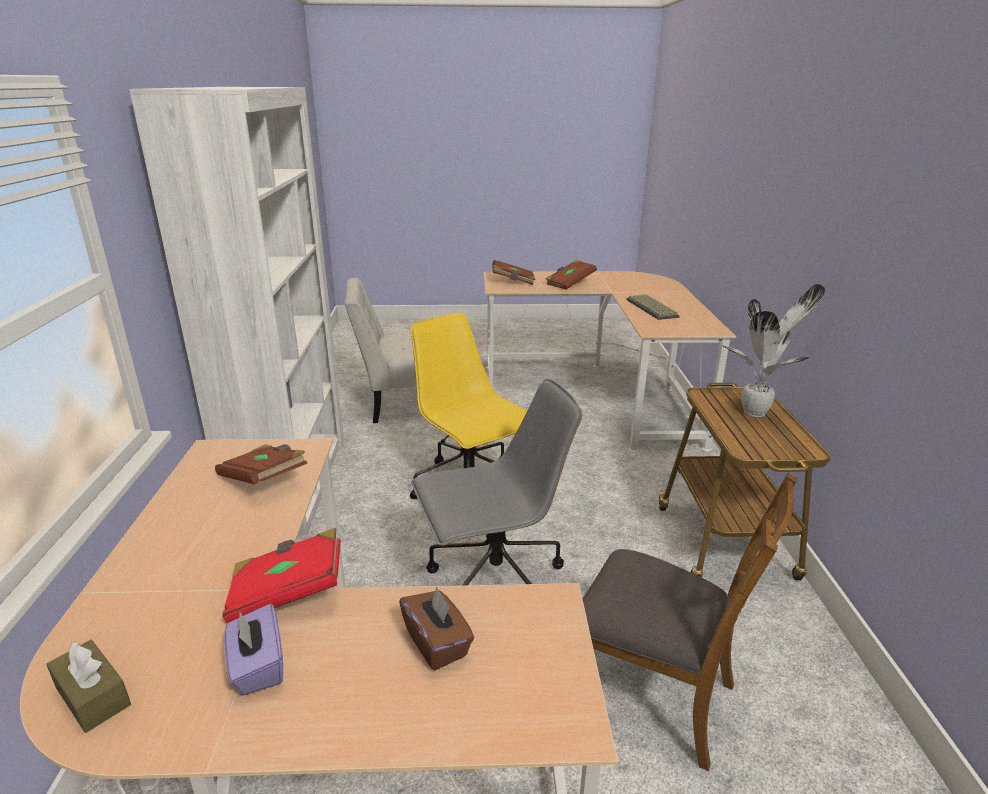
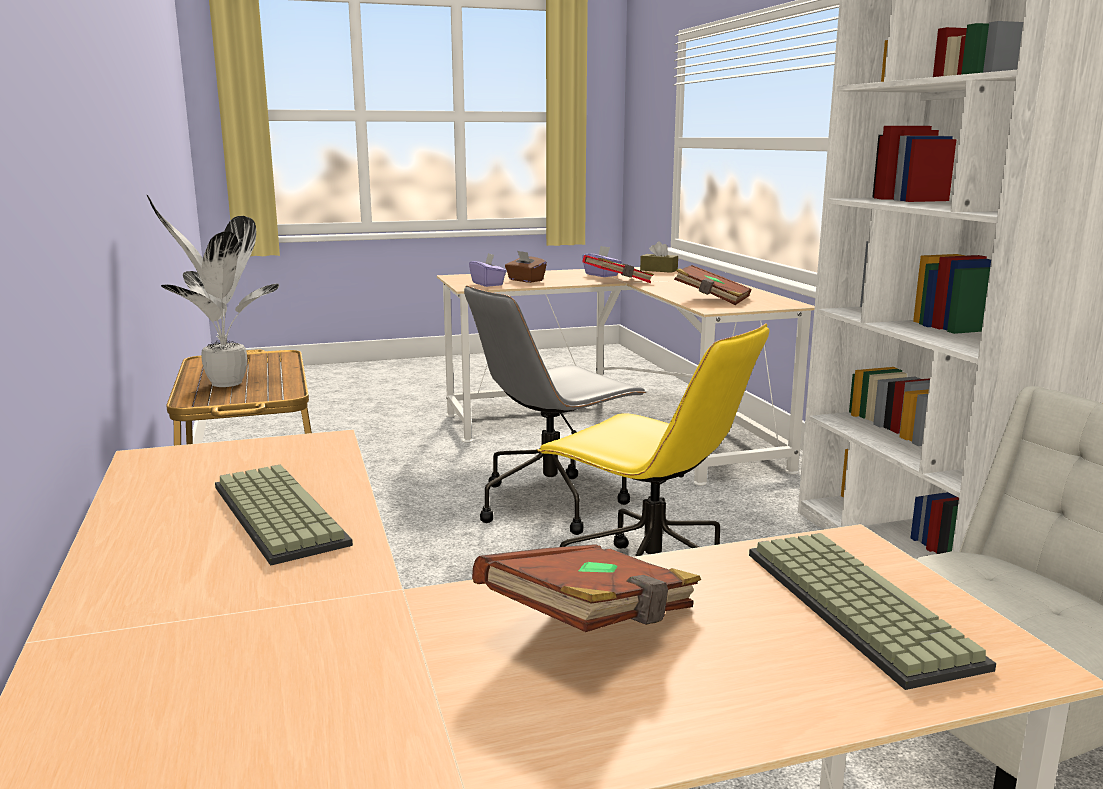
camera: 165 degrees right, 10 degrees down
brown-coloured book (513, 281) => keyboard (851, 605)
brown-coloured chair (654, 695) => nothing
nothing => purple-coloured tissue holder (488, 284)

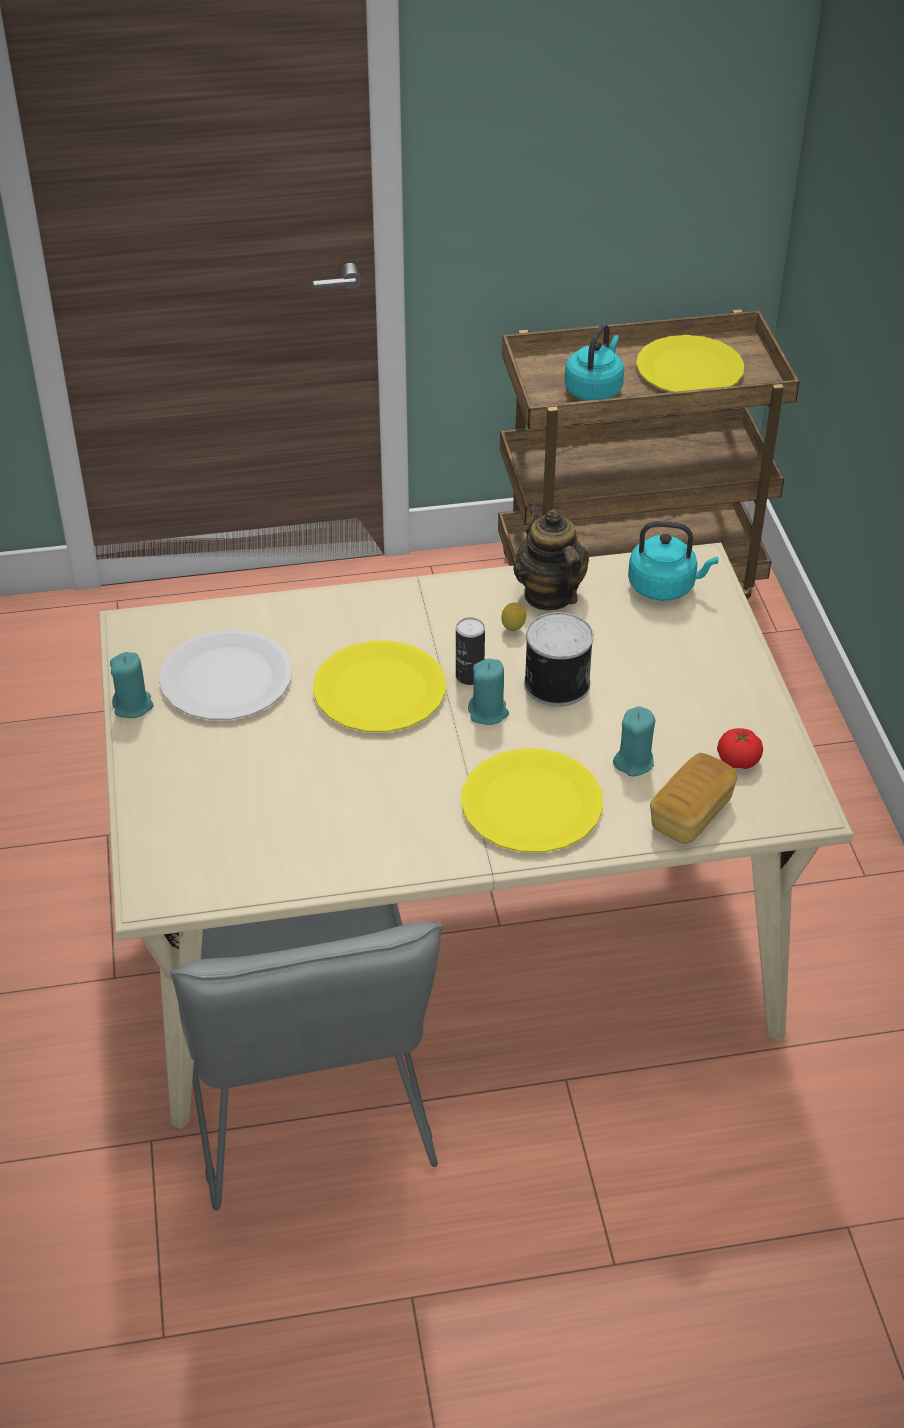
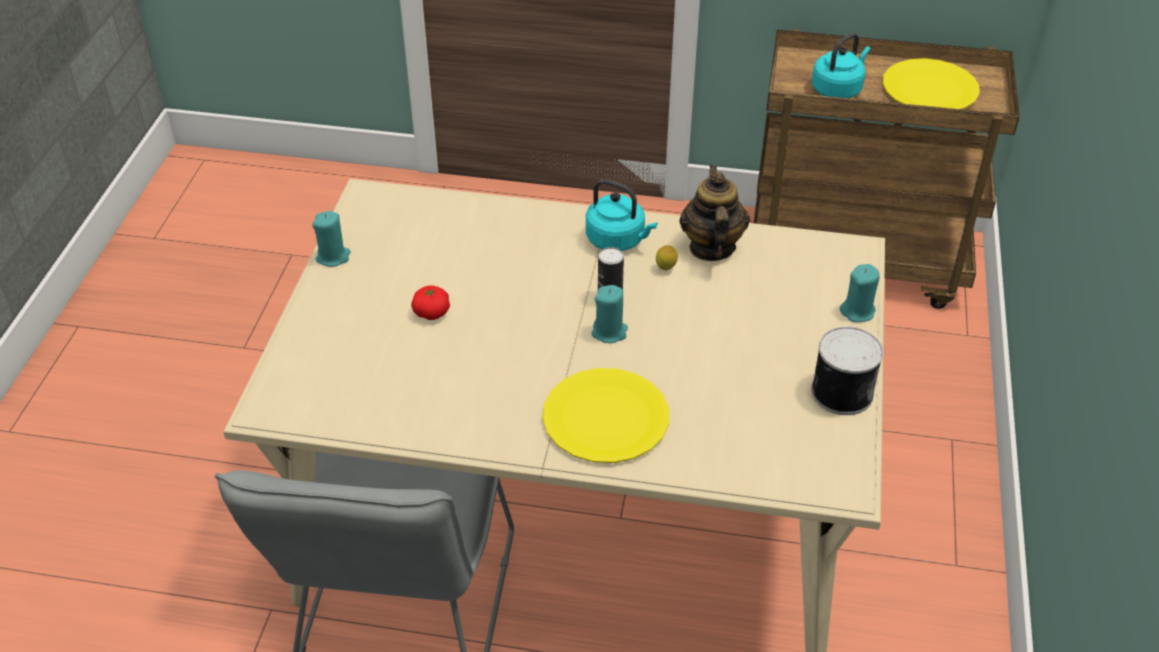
camera: 20 degrees right, 0 degrees up
whitish dinner plate (226, 678) => nothing
yellowish dinner plate (380, 690) => nothing
can (555, 683) => can (840, 391), shifted
turquoise-coloured candle (634, 762) => turquoise-coloured candle (857, 311), shifted
turquoise-coloured water kettle (665, 587) => turquoise-coloured water kettle (618, 240), shifted
bakery bread (691, 814) => nothing
tomato (738, 760) => tomato (431, 313), shifted

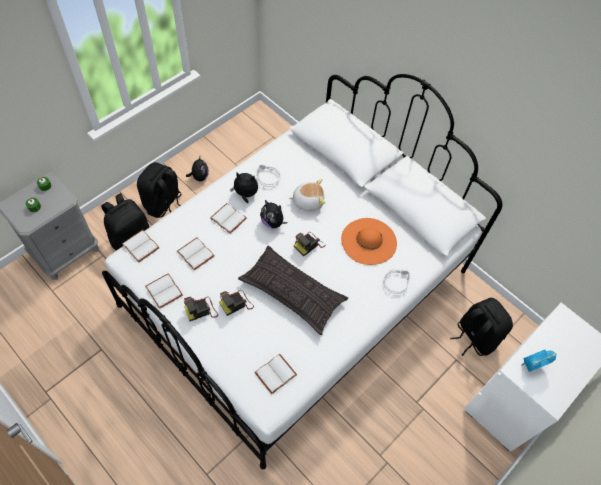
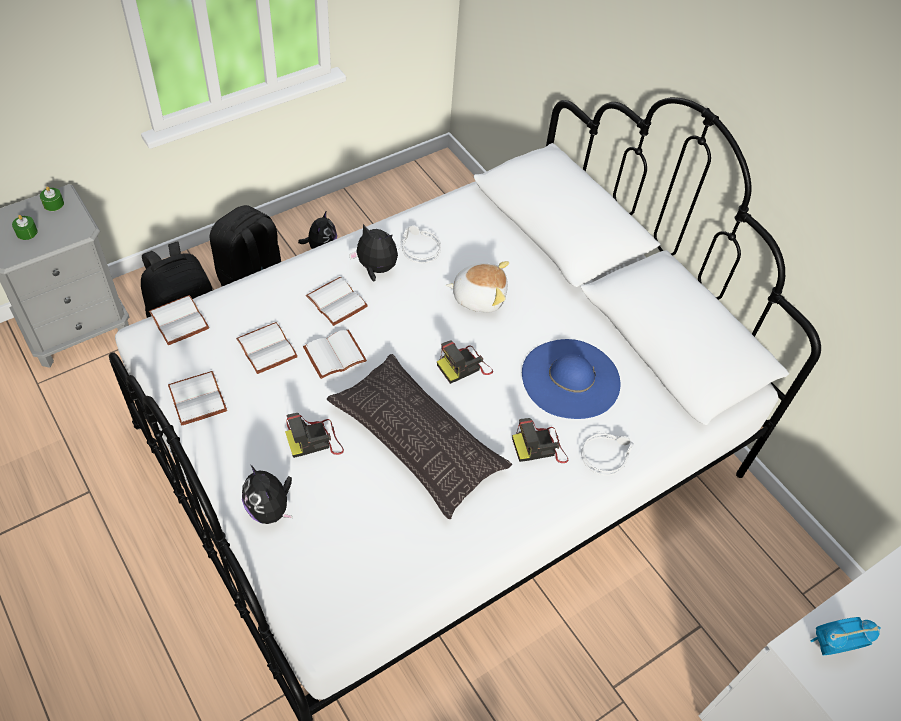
camera: 10 degrees right, 5 degrees down
photo camera (201, 310) => photo camera (540, 447), shifted
whitish book (275, 375) => whitish book (334, 356), shifted
plush toy (273, 222) => plush toy (270, 509), shifted
orange-coloured clothing hat (368, 241) => bluish clothing hat (570, 378)
blackish backpack (474, 337) => nothing

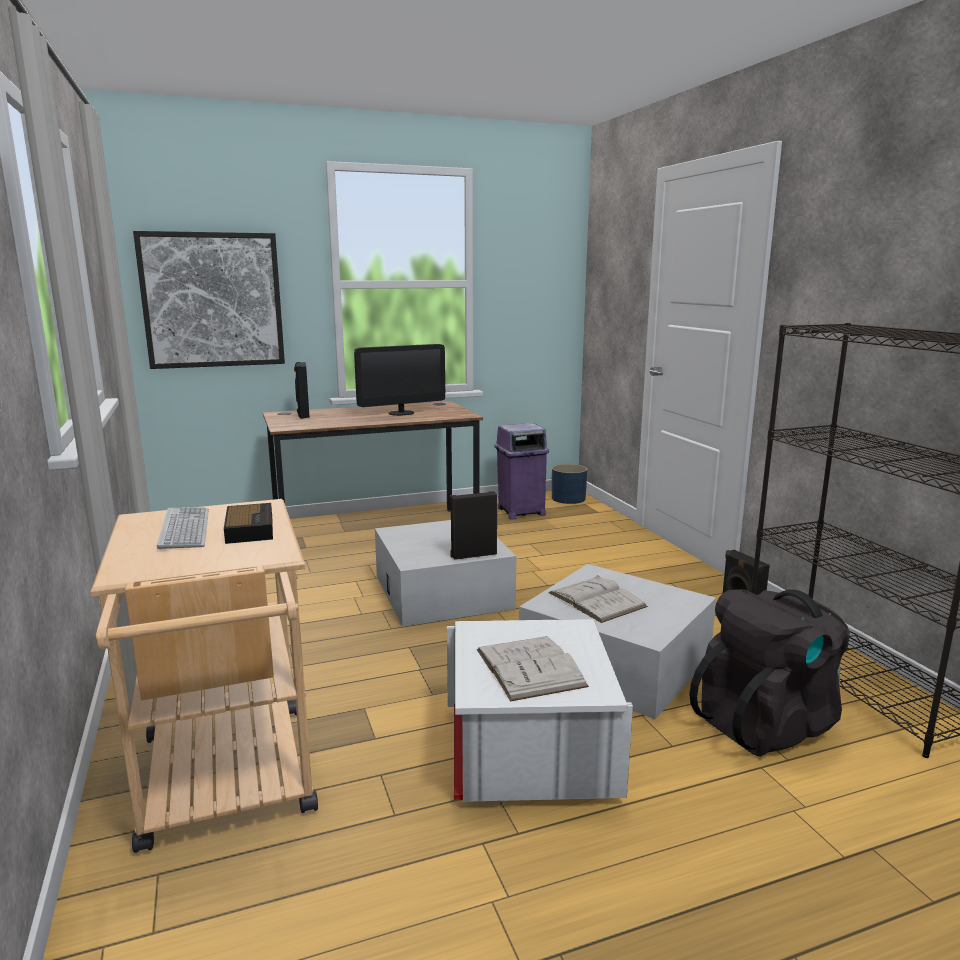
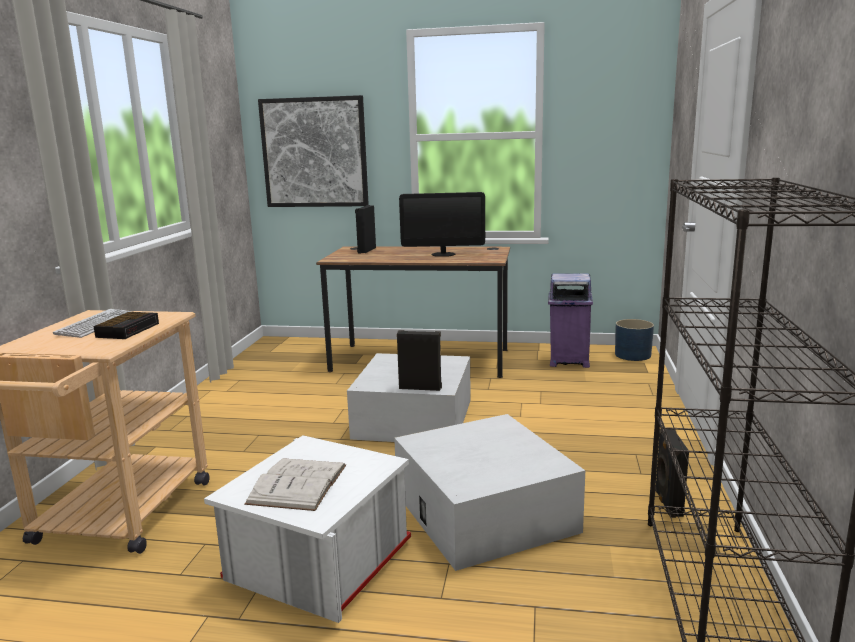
camera: 30 degrees right, 0 degrees up
whitish book (596, 600) => nothing
blackish backpack (767, 723) => nothing

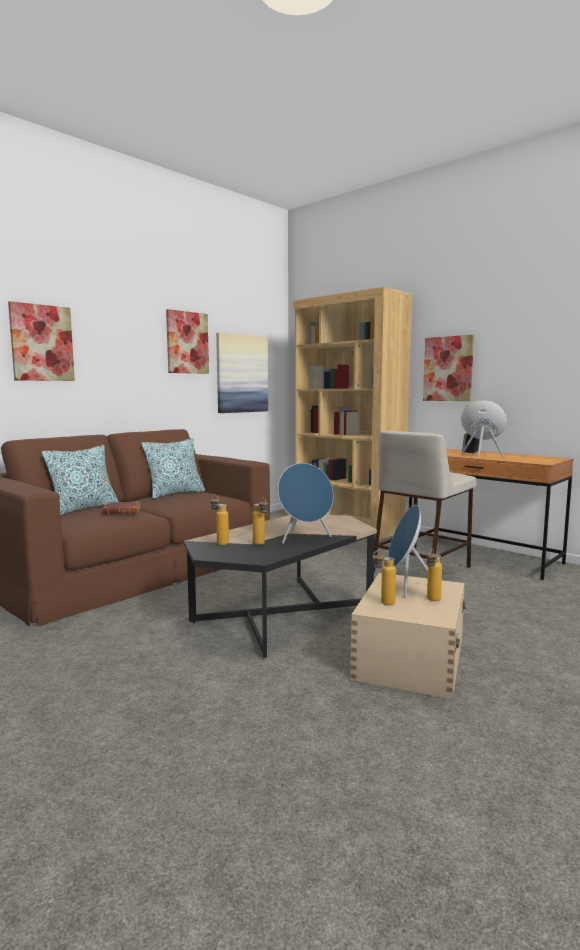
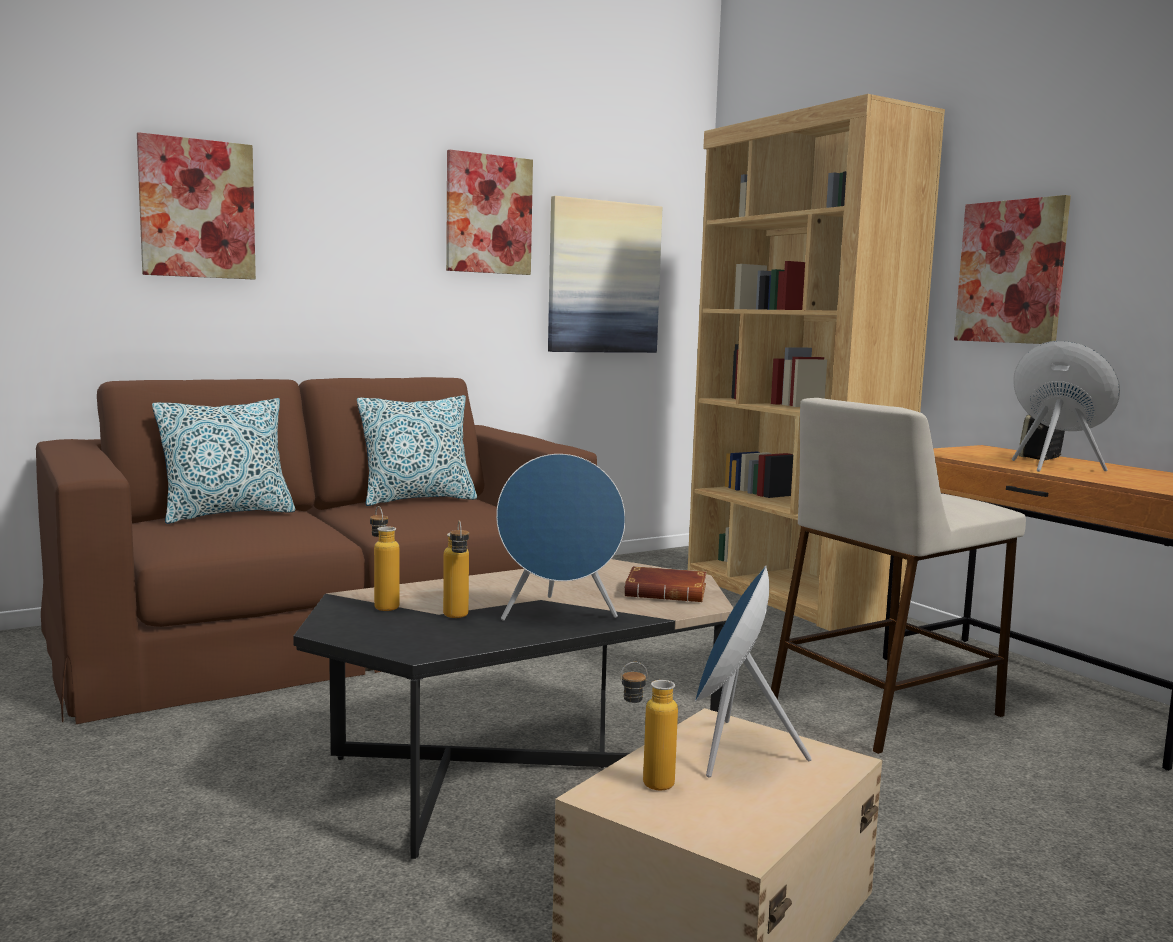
camera: 15 degrees right, 0 degrees up
brown-coloured book (123, 511) => brown-coloured book (668, 593), shifted
drink bottle (431, 601) => nothing

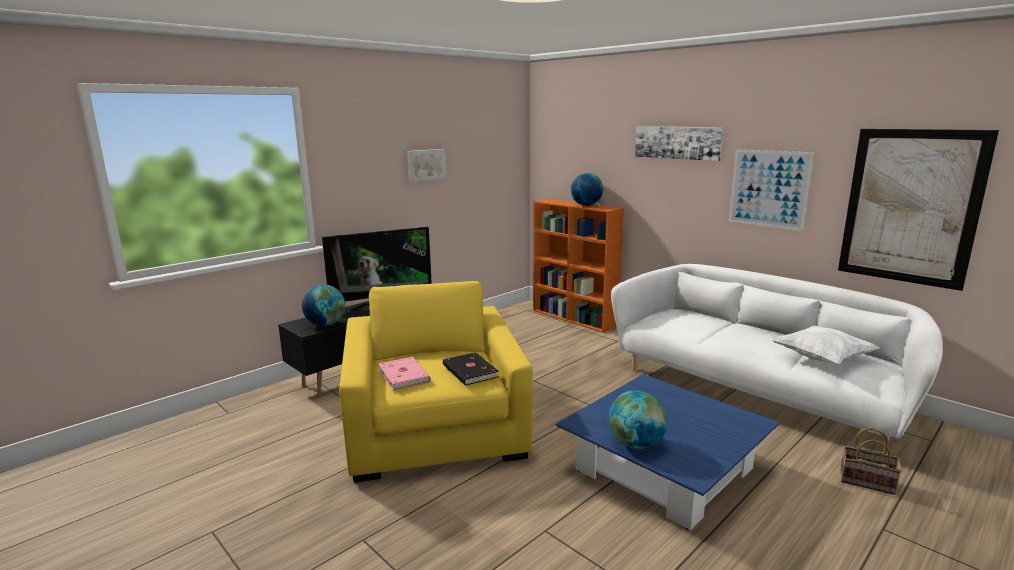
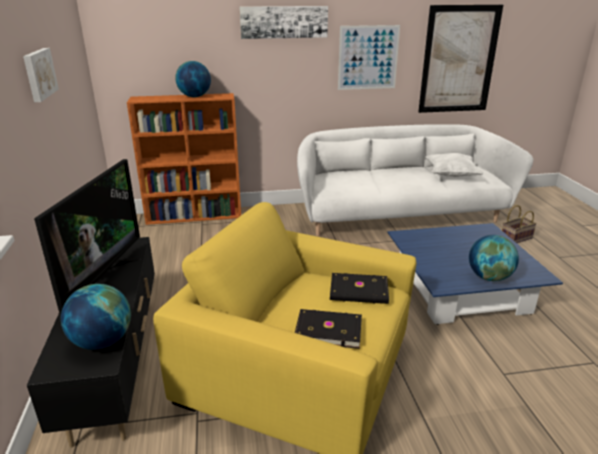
camera: 55 degrees left, 10 degrees up
pink-coloured book (405, 375) => blackish book (328, 330)

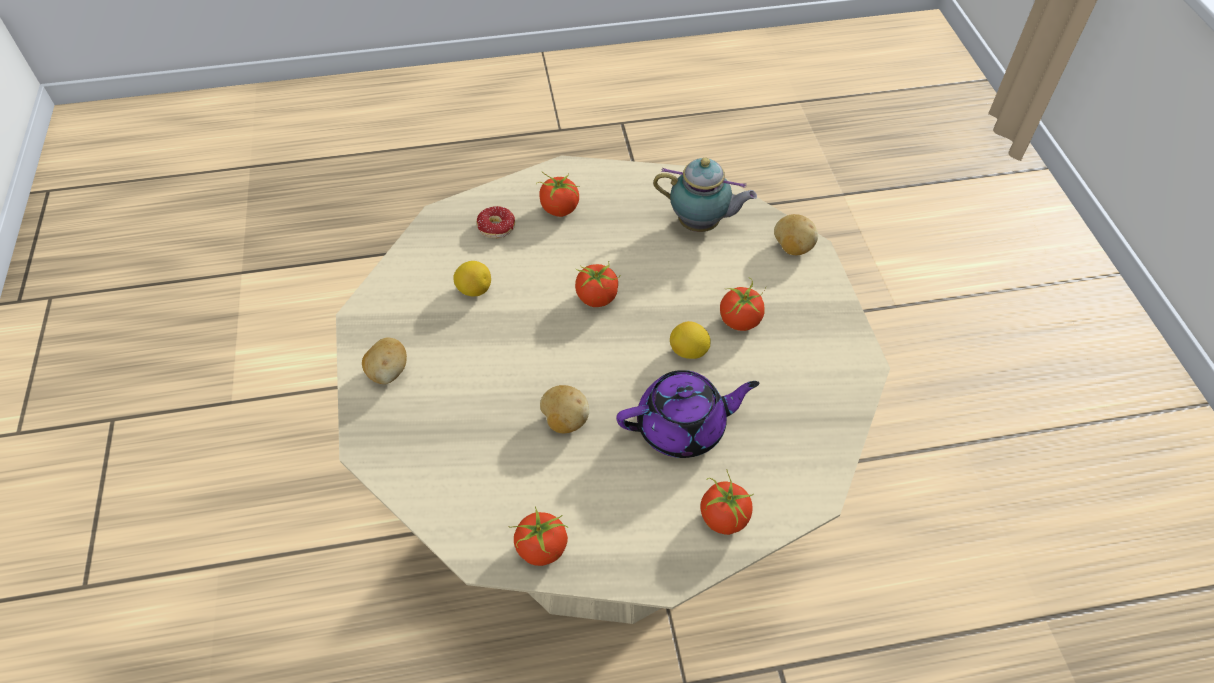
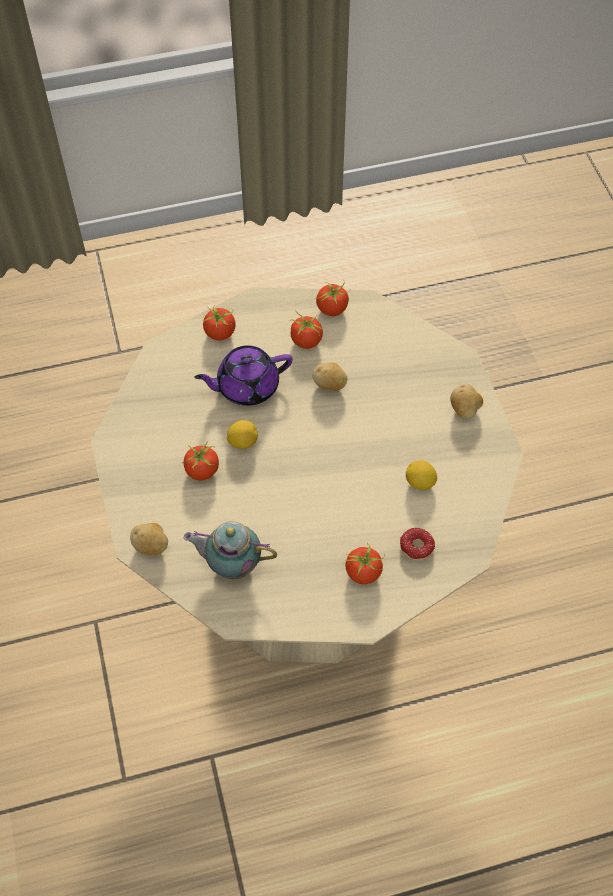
camera: 175 degrees right, 5 degrees up
tomato (597, 298) => tomato (306, 341), shifted

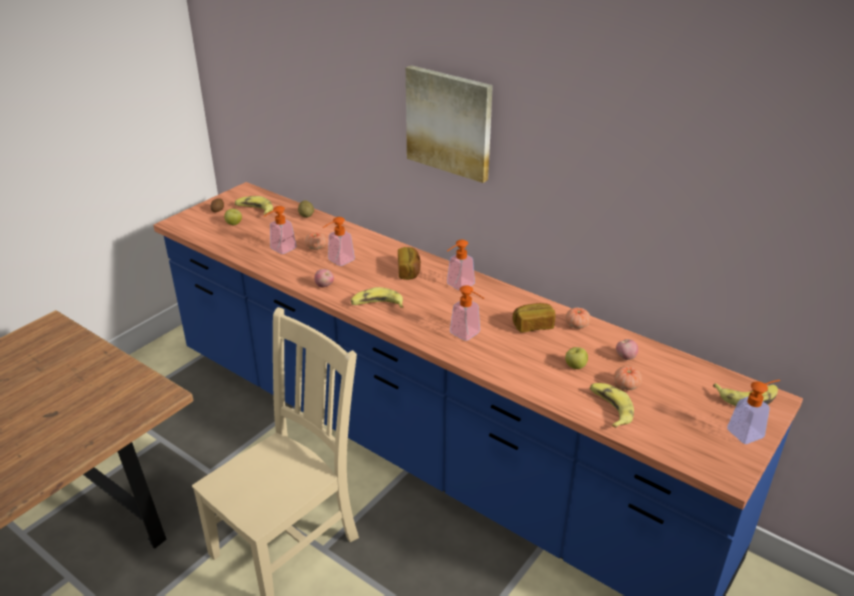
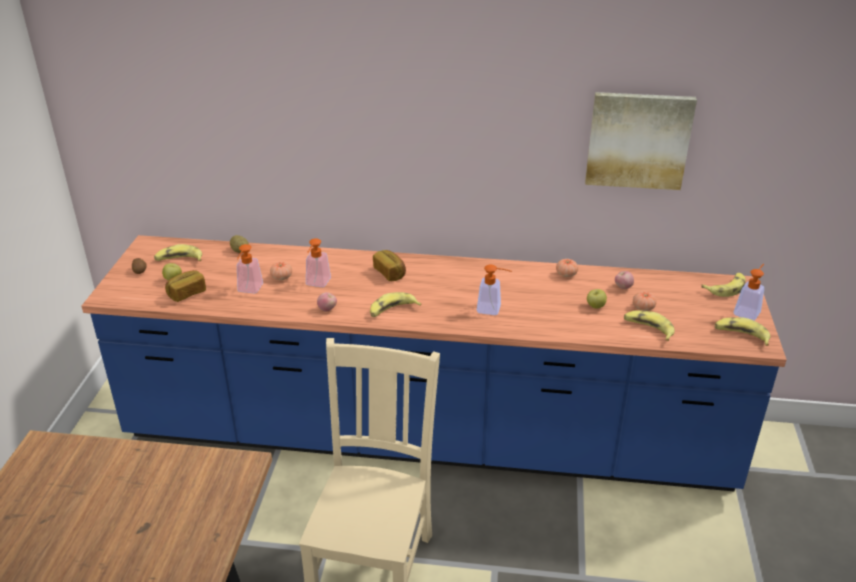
camera: 30 degrees left, 0 degrees up
wall picture (449, 122) => wall picture (638, 140), shifted
liquid soap bottle (457, 286) => nothing
bakery bread (533, 325) => bakery bread (187, 293), shifted
nothing => whole banana (741, 335)

